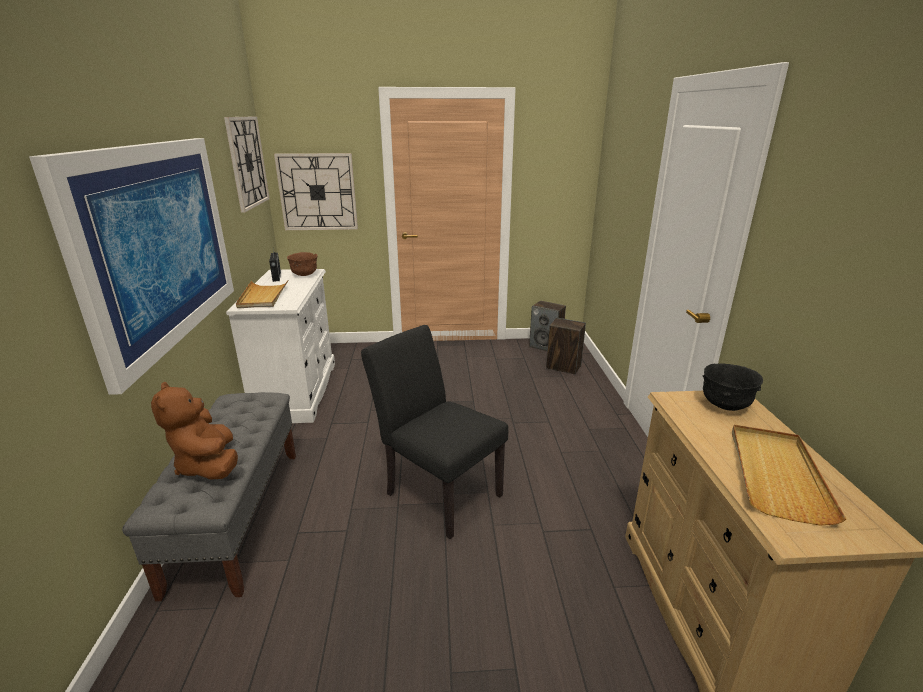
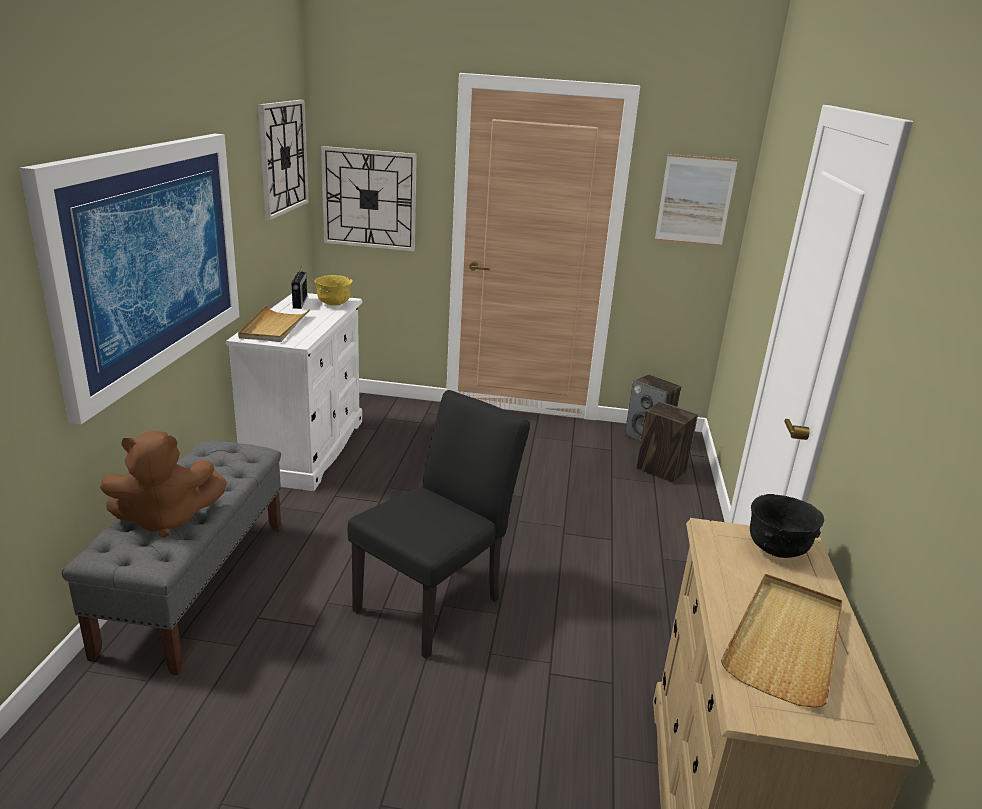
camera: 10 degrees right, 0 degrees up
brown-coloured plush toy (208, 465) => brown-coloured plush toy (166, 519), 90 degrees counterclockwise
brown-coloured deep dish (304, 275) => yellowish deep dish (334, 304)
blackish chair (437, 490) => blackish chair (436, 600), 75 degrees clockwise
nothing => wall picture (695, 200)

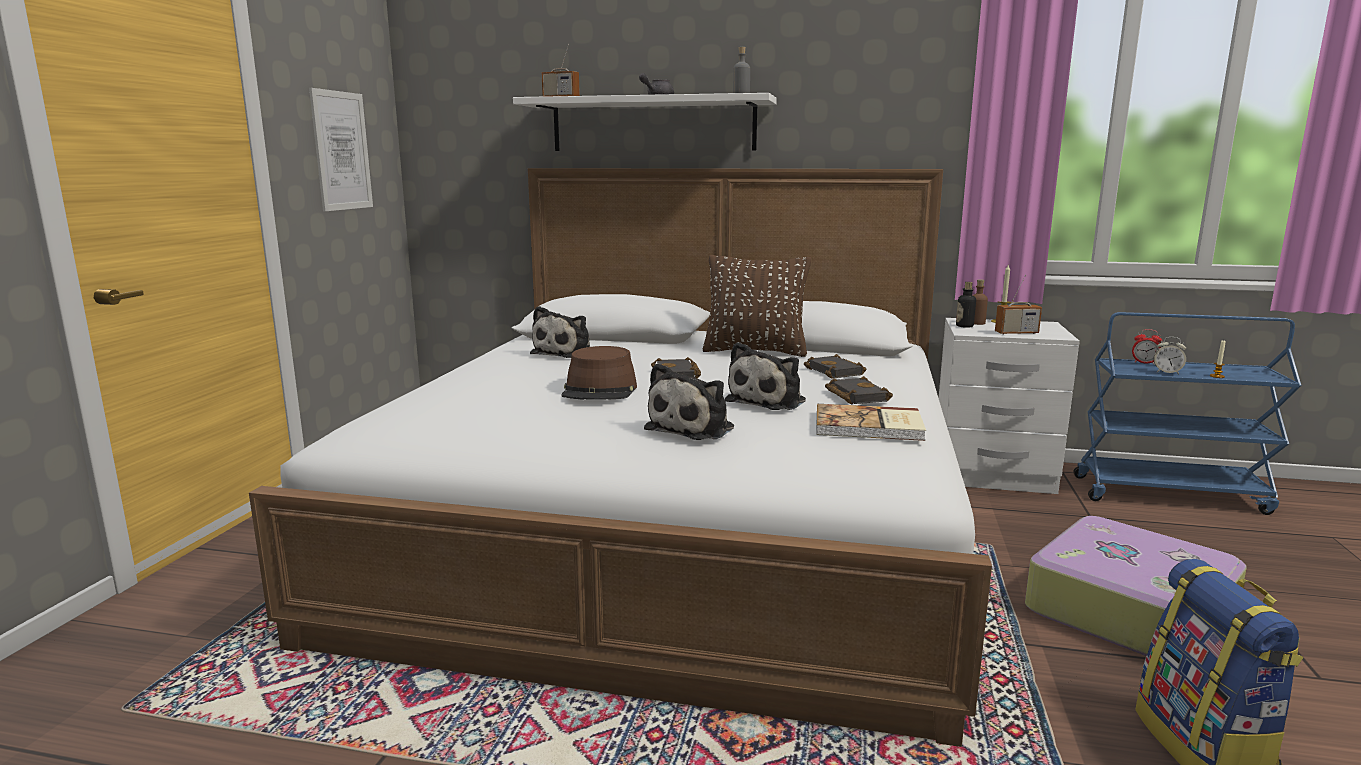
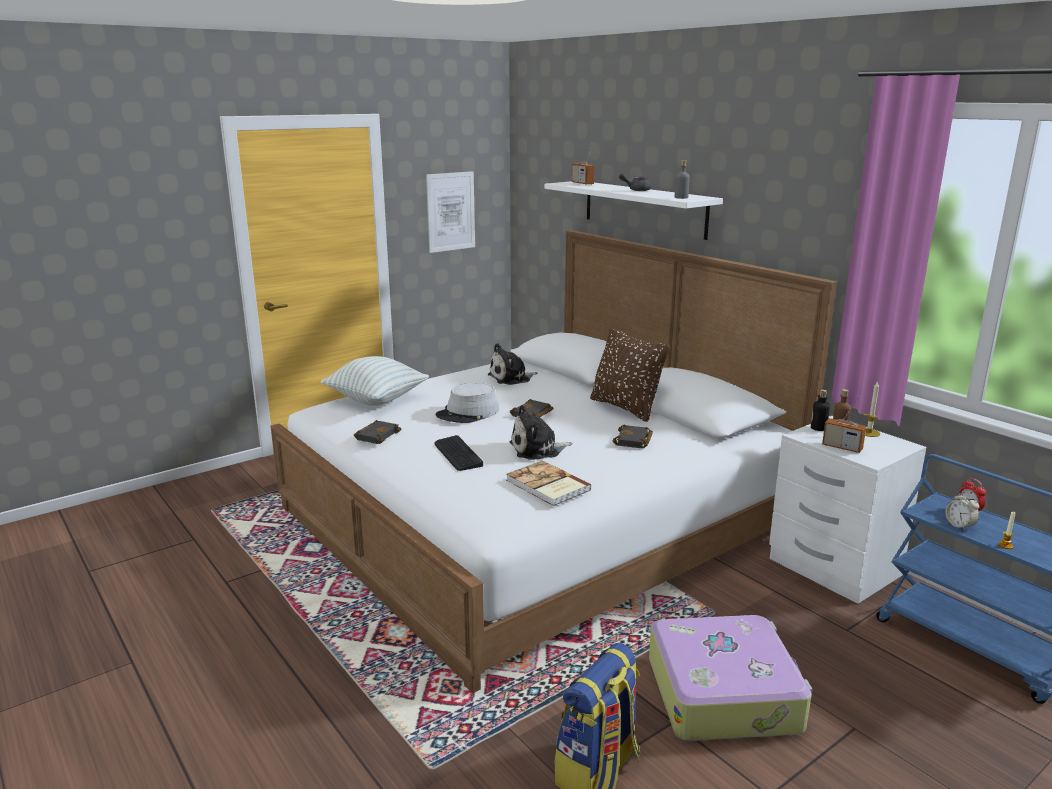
camera: 40 degrees right, 5 degrees up
brown-coloured clothing hat (600, 390) => grey clothing hat (468, 413)
plush toy (694, 428) => keyboard (457, 454)
blackish book (854, 396) => blackish book (377, 435), shifted
nothing => throw pillow (376, 399)

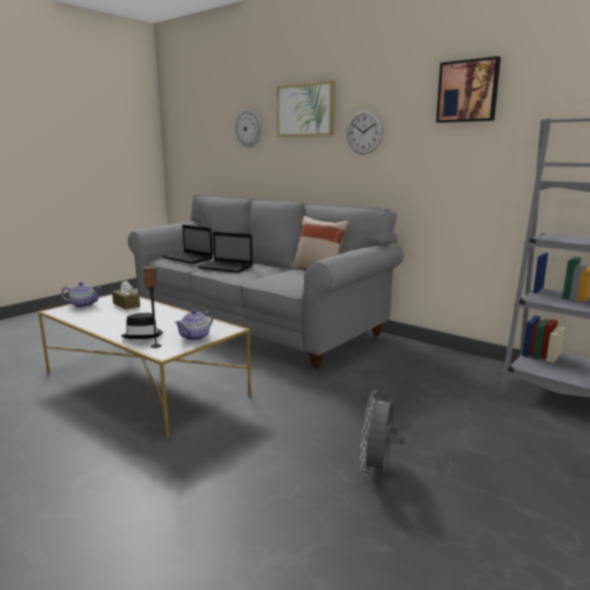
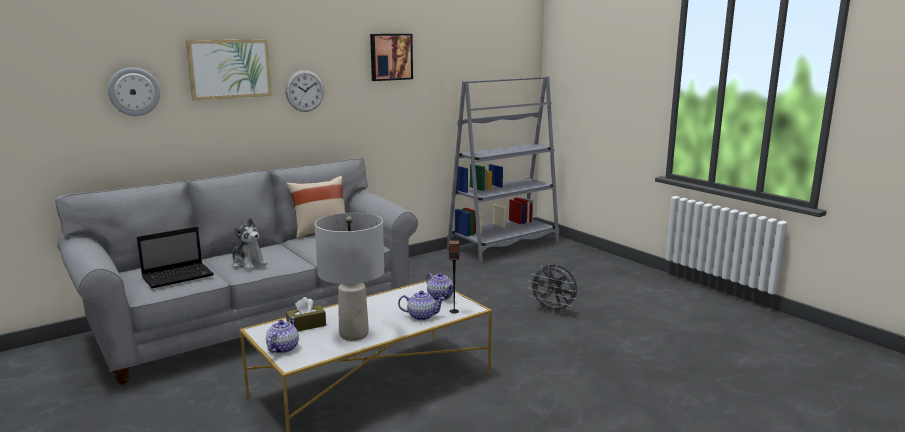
camera: 75 degrees left, 0 degrees up
blackish clothing hat (143, 335) => teapot (421, 316)
notebook computer (227, 268) => plush toy (248, 263)
nothing => grey tabletop lamp (353, 334)

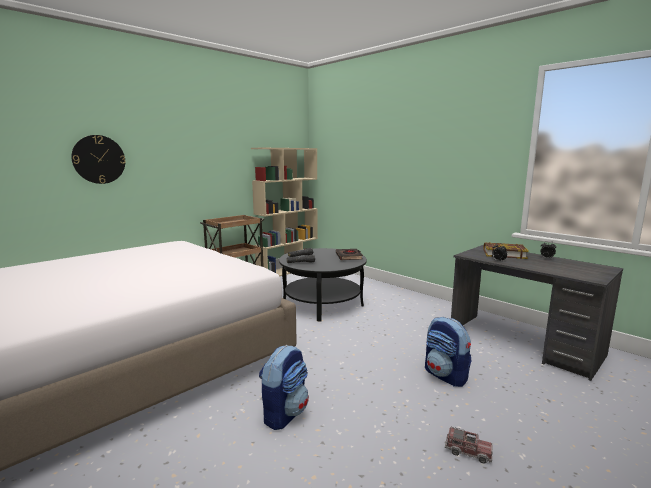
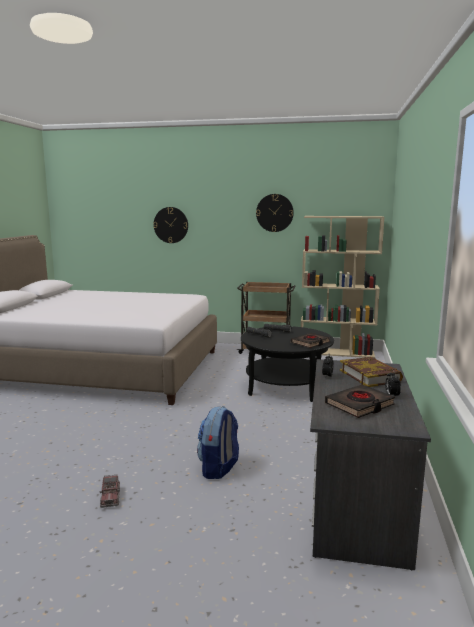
camera: 55 degrees right, 0 degrees up
backpack (284, 413) => nothing
nothing => hanging clock (274, 213)
nothing => blackish book (359, 405)

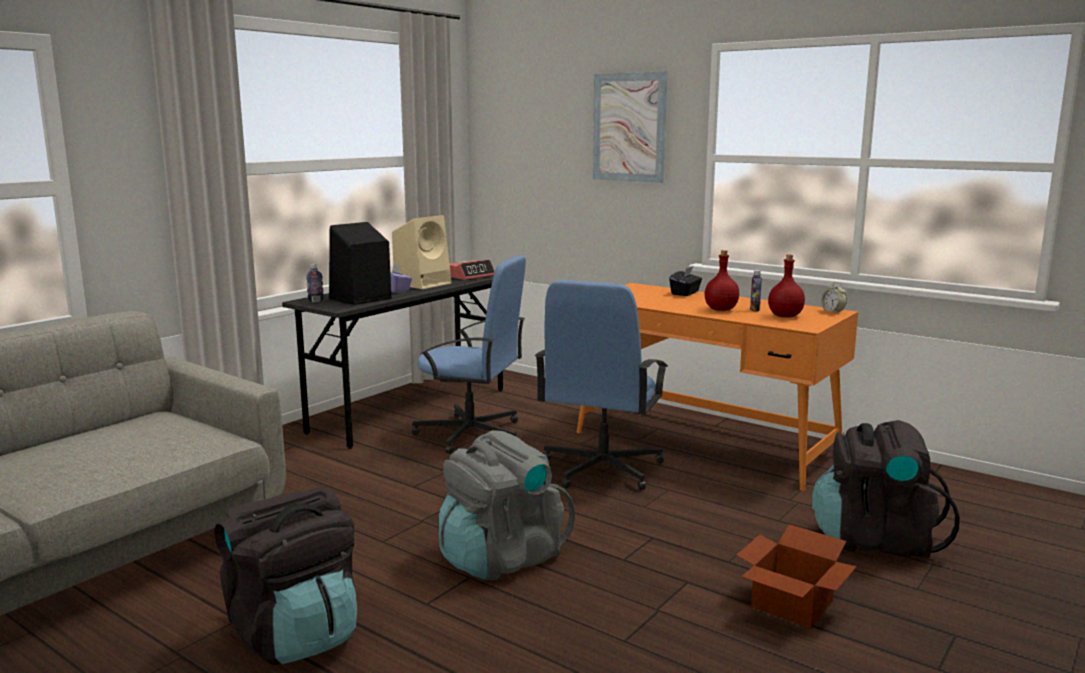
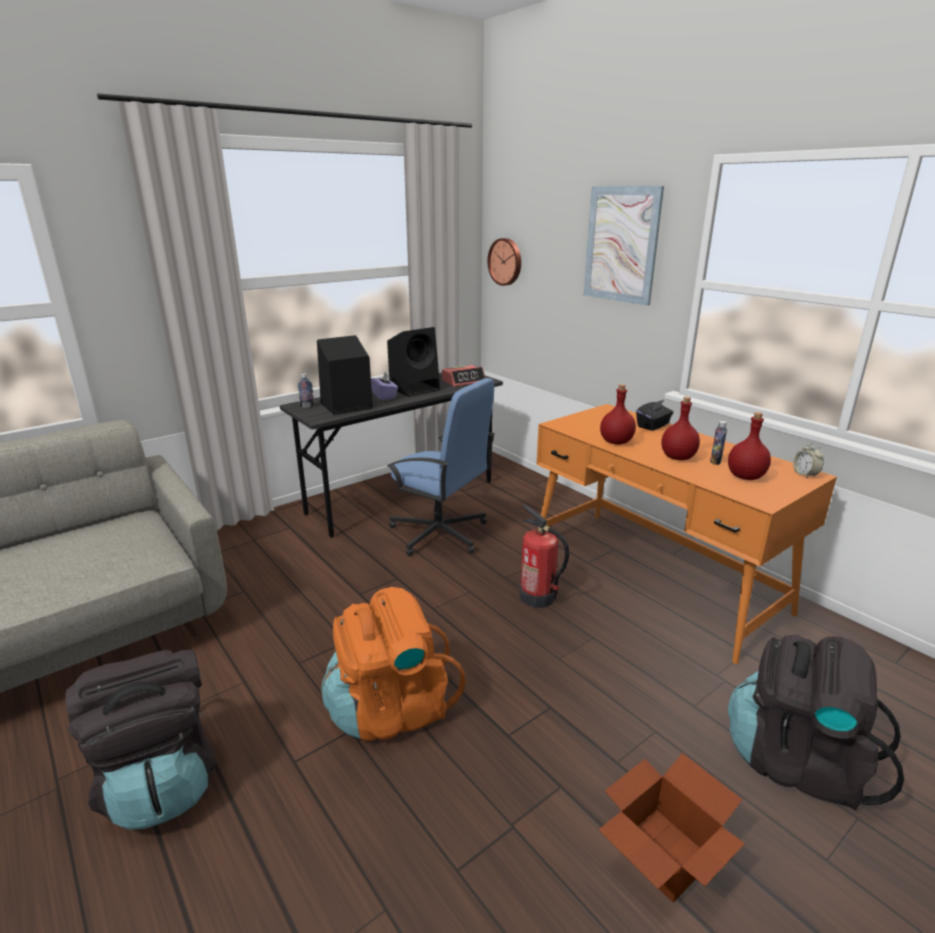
camera: 15 degrees right, 10 degrees up
beige-coloured audio speaker (423, 283) => blackish audio speaker (415, 389)
grey backpack (501, 558) => orange-coloured backpack (391, 709)
bluish desk chair (601, 469) => fire extinguisher (537, 597)
nothing => hanging clock (506, 262)
nothing => red-coloured drink bottle (615, 442)

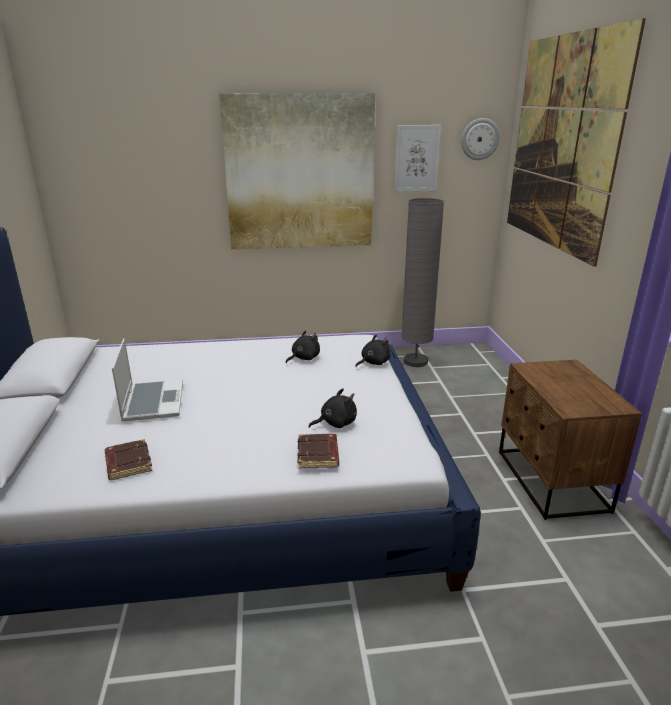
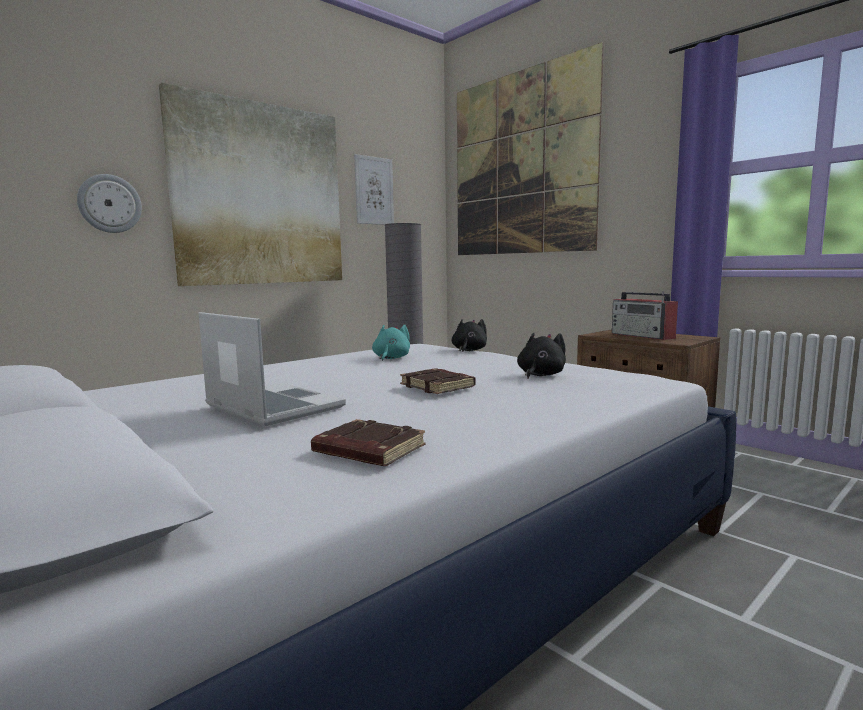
camera: 35 degrees left, 15 degrees down
blackish plush toy (304, 358) => turquoise-coloured plush toy (391, 358)
brown-coloured book (319, 455) => brown-coloured book (438, 386), shifted
hanging clock (479, 139) => hanging clock (109, 204), shifted
nothing => radio set (643, 336)

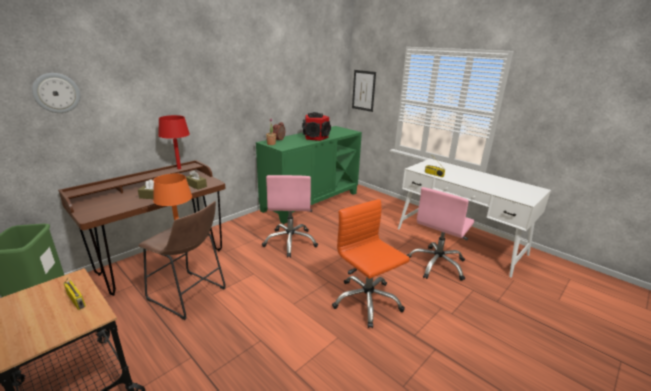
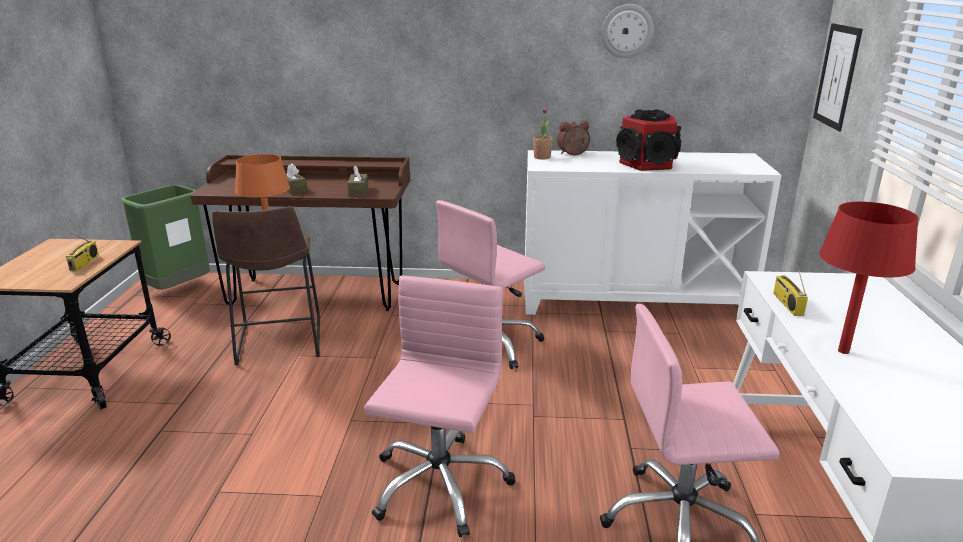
camera: 50 degrees right, 0 degrees up
hanging clock (56, 93) => hanging clock (627, 31), shifted
red-coloured tabletop lamp (179, 168) => red-coloured tabletop lamp (843, 351), shifted
green cupboard (311, 201) => whitish cupboard (632, 300)
orange-coloured desk chair (366, 301) => pink-coloured desk chair (439, 484)

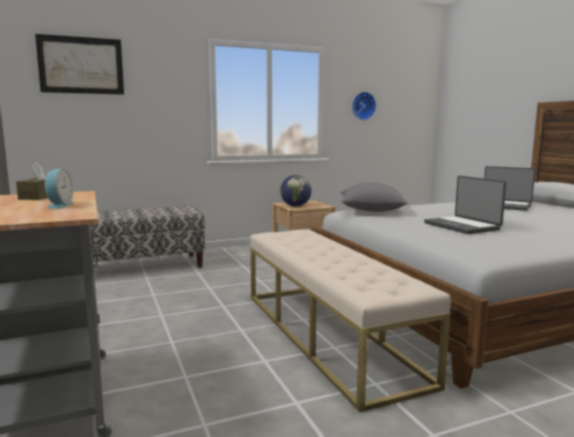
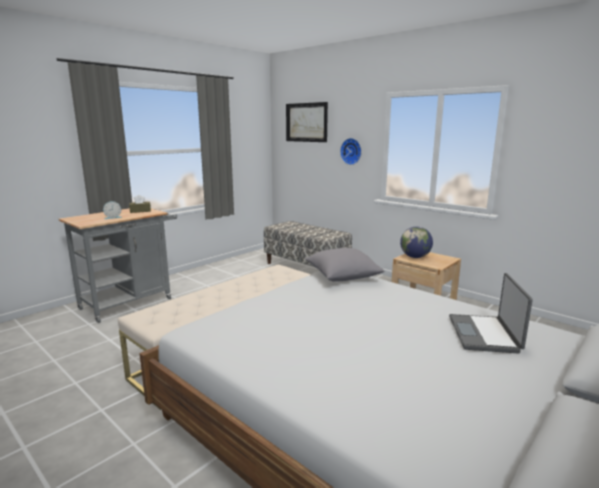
camera: 65 degrees right, 5 degrees up
hanging clock (363, 106) => hanging clock (351, 151), shifted
notebook computer (462, 226) => nothing

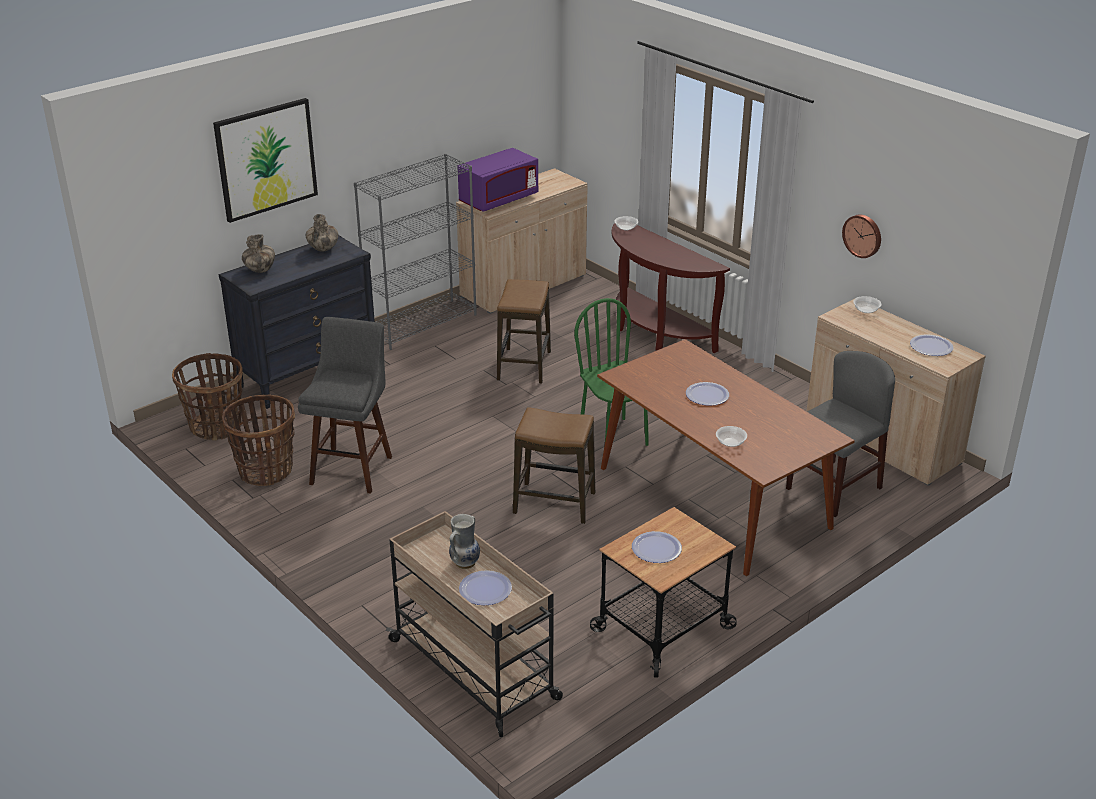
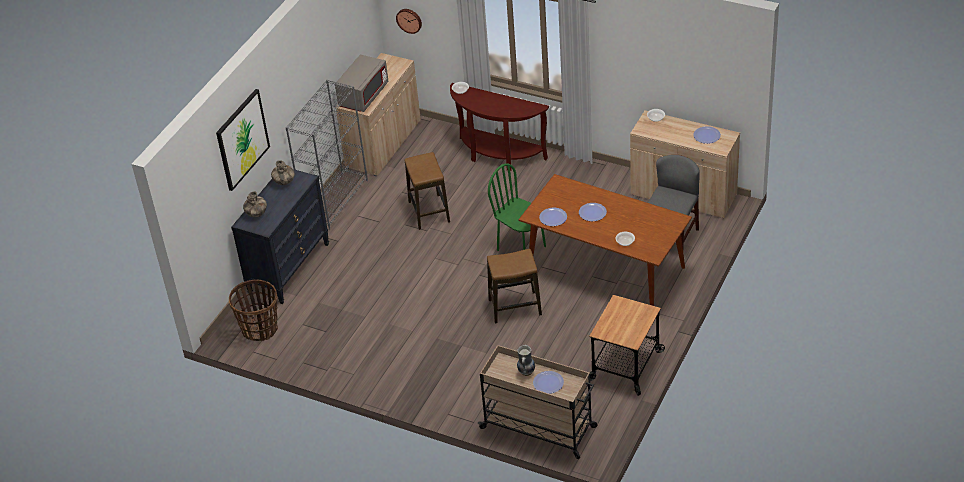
camera: 20 degrees left, 10 degrees up
storage basket (266, 471) => nothing
grey stool seat (353, 467) => nothing
purple-coloured kitchen microwave (499, 200) => grey kitchen microwave (364, 96)
dinner plate (656, 548) => dinner plate (553, 217), shifted
hanging clock (863, 235) => hanging clock (409, 20), shifted

